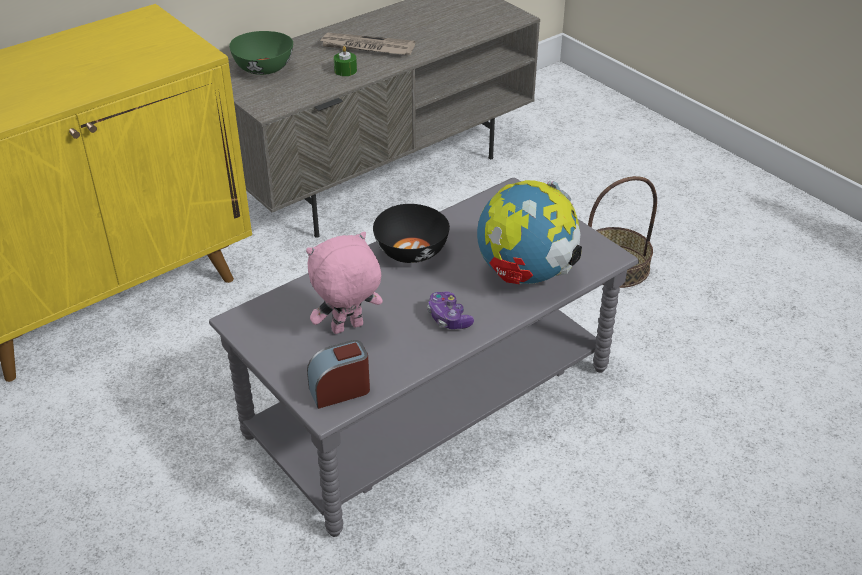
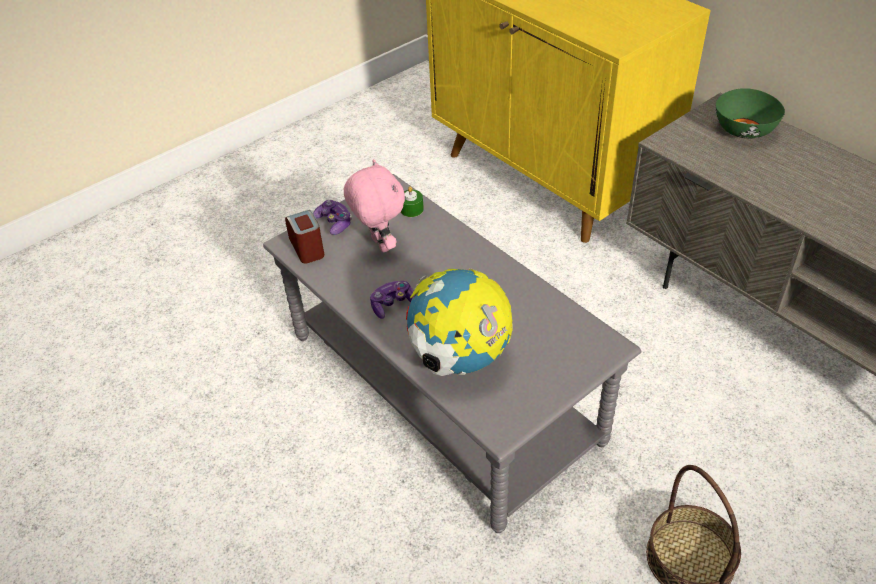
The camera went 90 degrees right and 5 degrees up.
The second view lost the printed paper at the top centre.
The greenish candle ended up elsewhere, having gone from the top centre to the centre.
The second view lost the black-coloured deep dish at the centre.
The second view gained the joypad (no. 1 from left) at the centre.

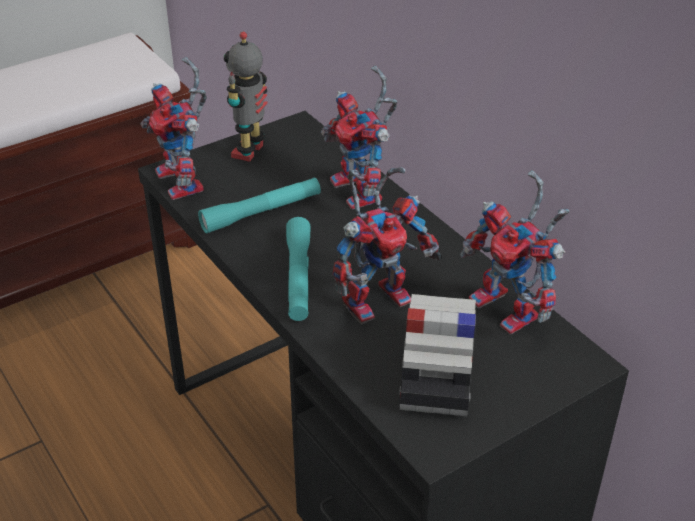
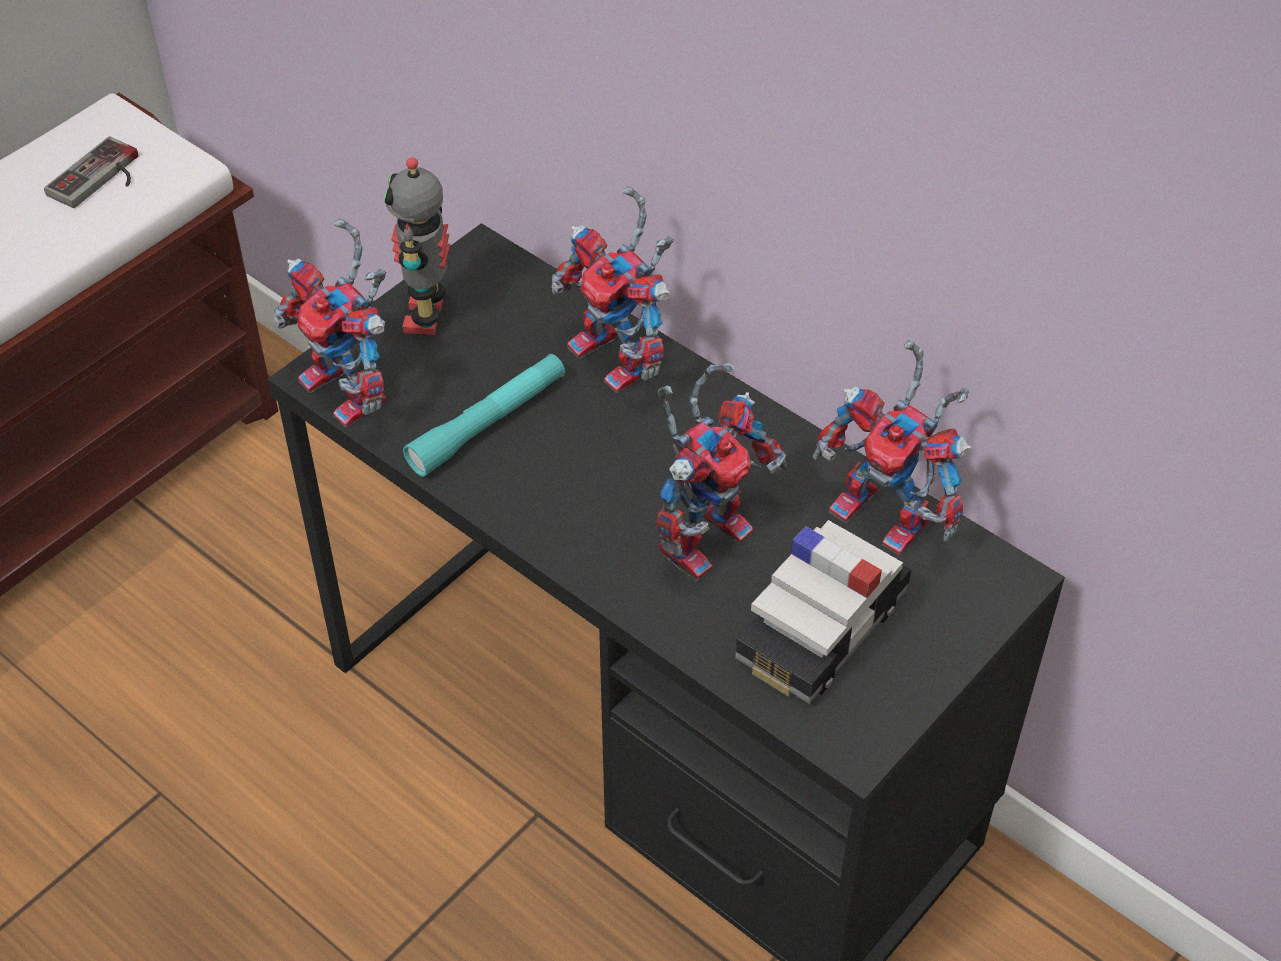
The camera went 15 degrees left and 10 degrees up.
The second view lost the blue-green flashlight (no. 2 from left) at the centre.
The miniature car at the bottom centre ended up facing another way, 135 degrees counterclockwise from before.
The second view gained the joypad at the top left.

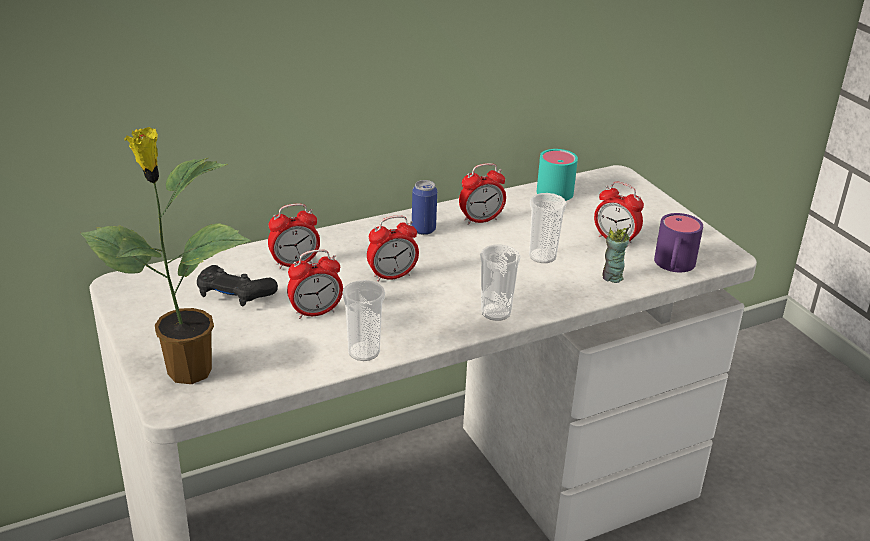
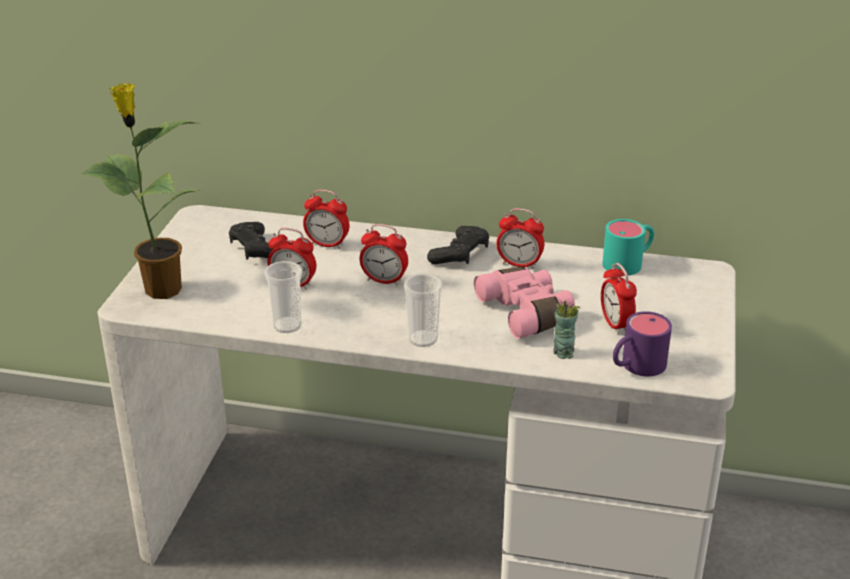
The camera went 40 degrees right and 0 degrees up.
Where the can stood at the centre, the black-coloured joypad (no. 2 from left) came to stand at the centre.
Where the small cup (no. 3 from left) stood at the centre, the pink pair of binoculars came to stand at the centre.

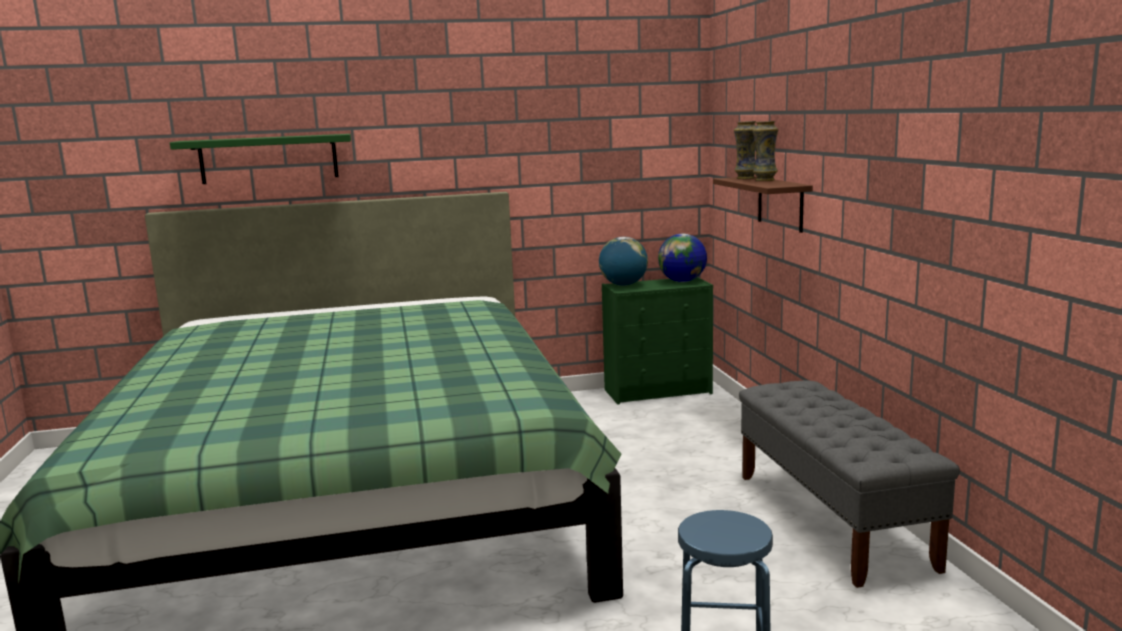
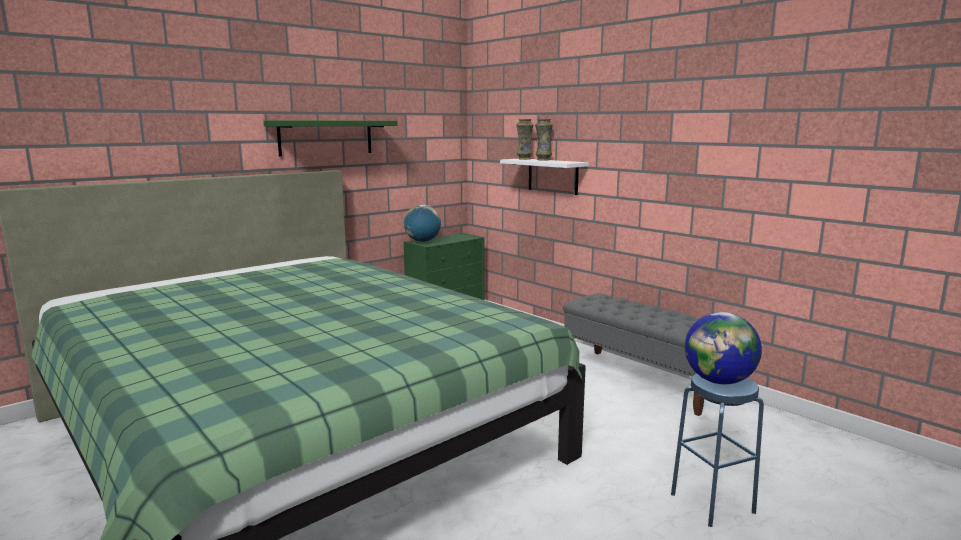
The camera went 30 degrees left and 0 degrees up.
The greenish bracket shelf ended up elsewhere, having gone from the top left to the top centre.
What was the brown bracket shelf at the top right turned into the white-coloured bracket shelf at the top centre.
The desk globe (no. 2 from left) ended up elsewhere, having gone from the centre to the middle right.

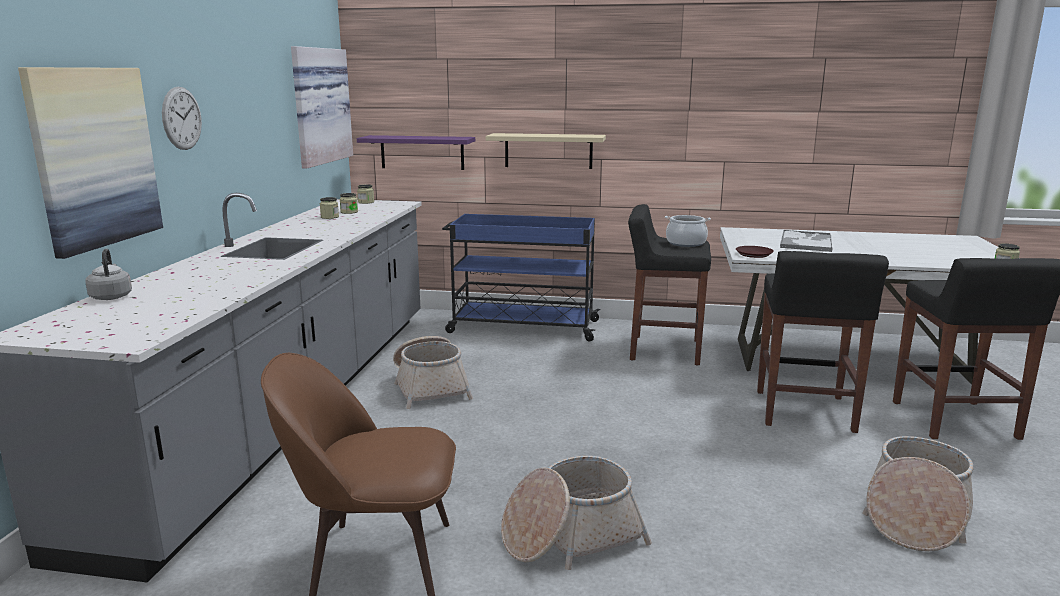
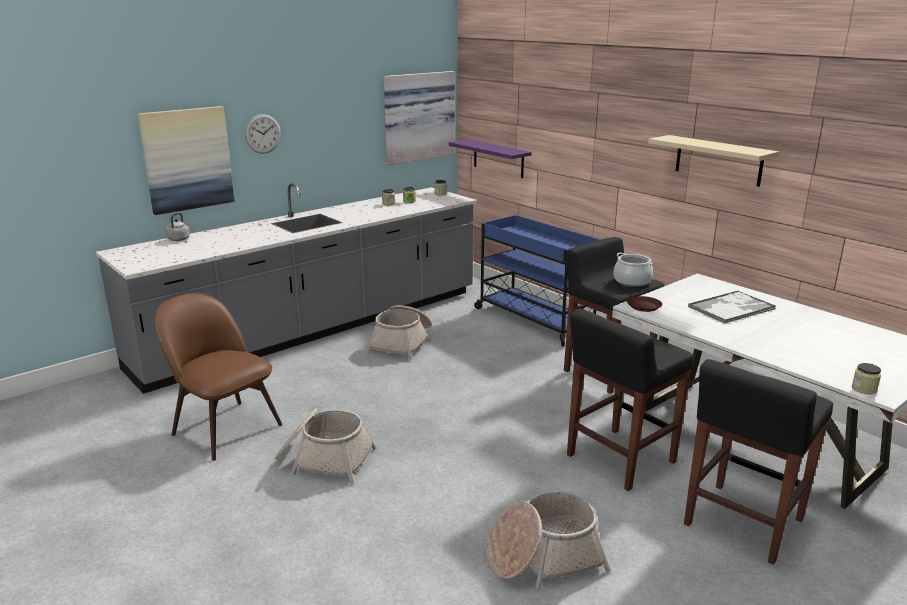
The camera went 40 degrees right and 5 degrees up.
The sand-coloured bracket shelf ended up elsewhere, having gone from the top centre to the top right.

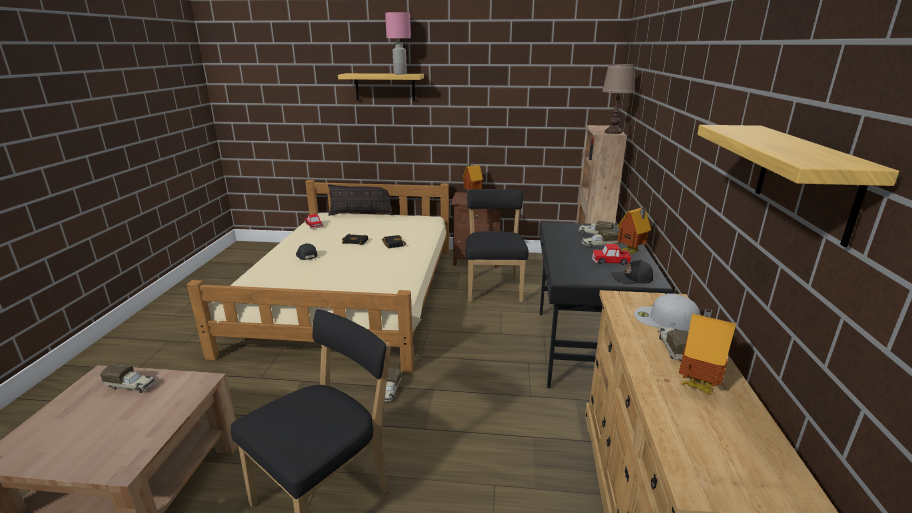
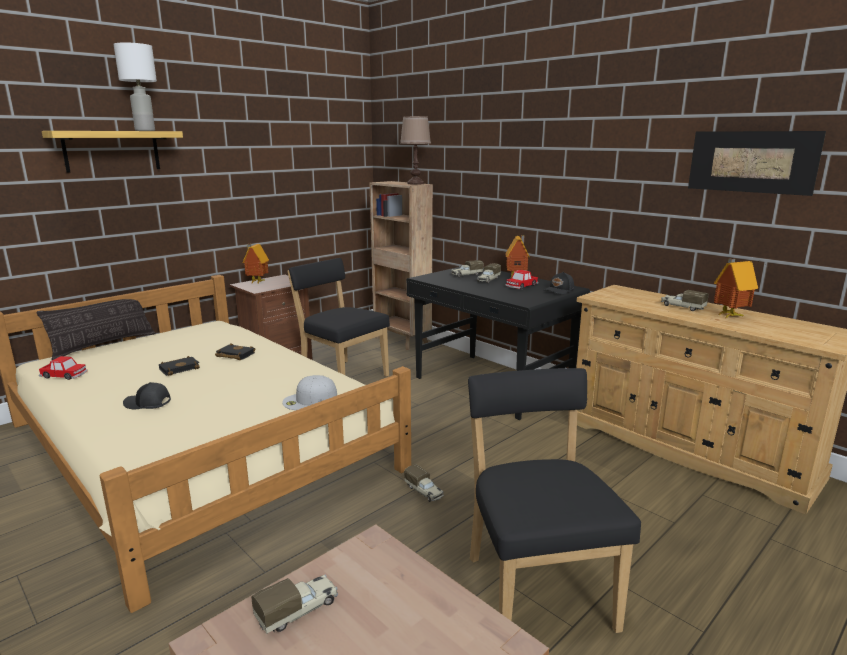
The camera went 50 degrees left and 5 degrees down.
What was the pink lamp for a table at the top centre turned into the white-coloured lamp for a table at the top left.
Where the bracket shelf (no. 2 from left) hung at the middle right, the wall picture came to hang at the top right.
The white-coloured baseball cap ended up elsewhere, having gone from the middle right to the centre.

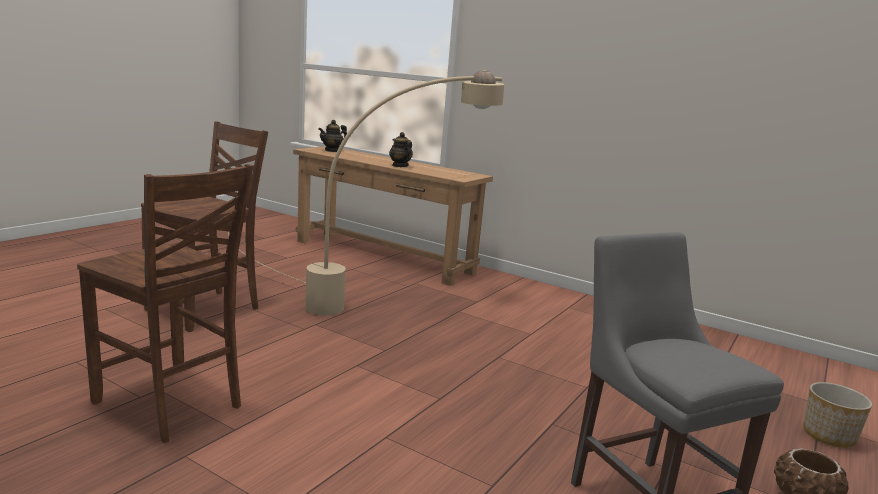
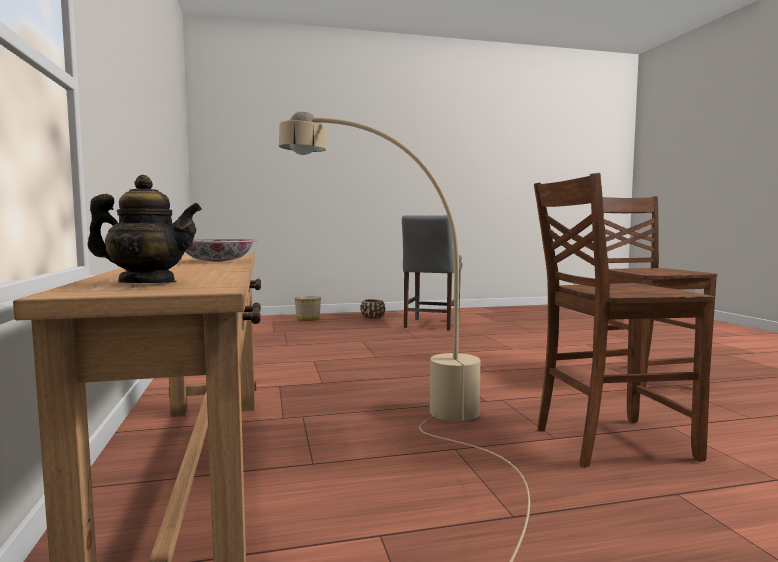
The camera went 135 degrees left and 10 degrees down.
Where the teapot (no. 2 from left) stood at the top centre, the deep dish came to stand at the middle left.

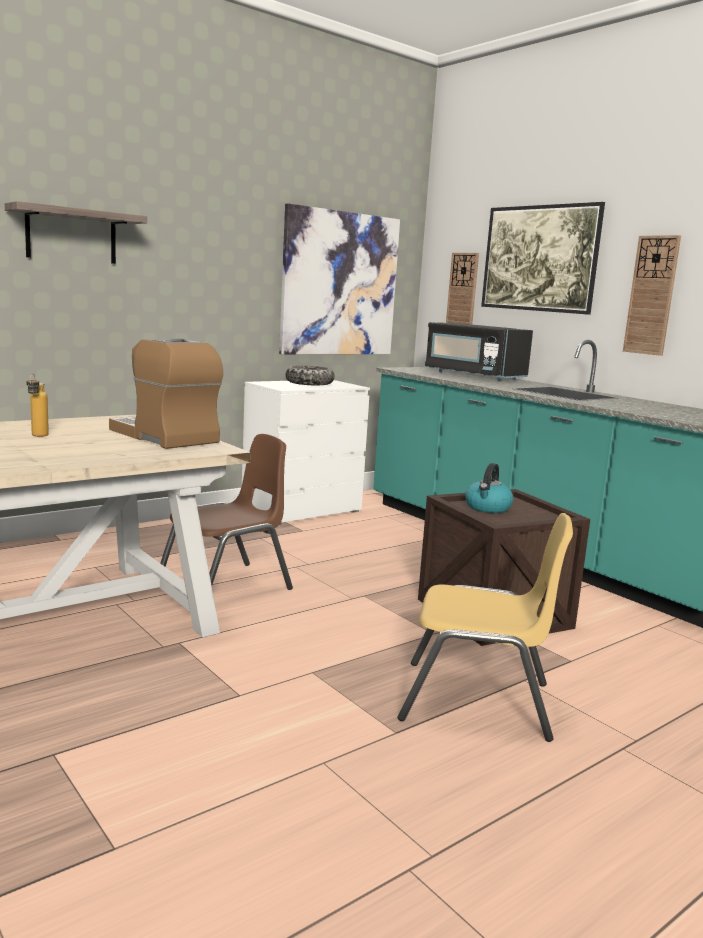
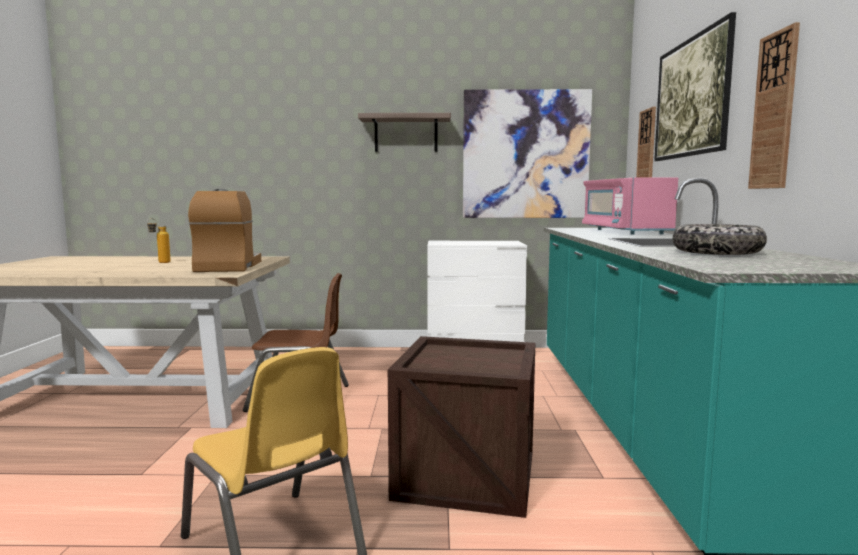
The camera went 40 degrees right and 5 degrees down.
The bracket shelf ended up elsewhere, having gone from the top left to the top centre.
What was the black-coloured kitchen microwave at the middle right turned into the pink kitchen microwave at the middle right.
The deep dish ended up elsewhere, having gone from the centre to the middle right.
The second view lost the water kettle at the middle right.

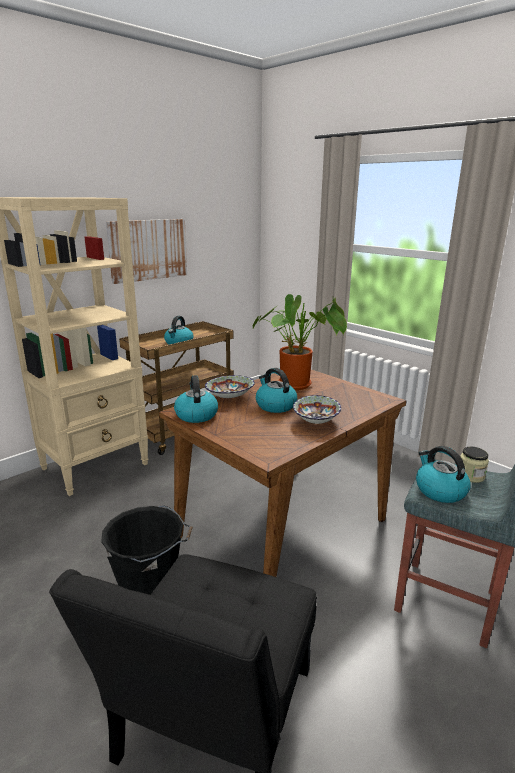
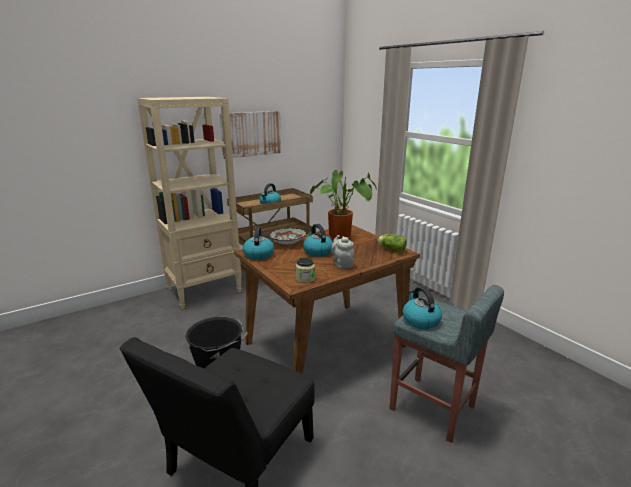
The camera went 10 degrees right and 0 degrees up.
Where the deep dish (no. 2 from left) stood at the centre, the greyish teapot came to stand at the centre.
The storage jar ended up elsewhere, having gone from the middle right to the centre.
The second view gained the lettuce head at the centre.

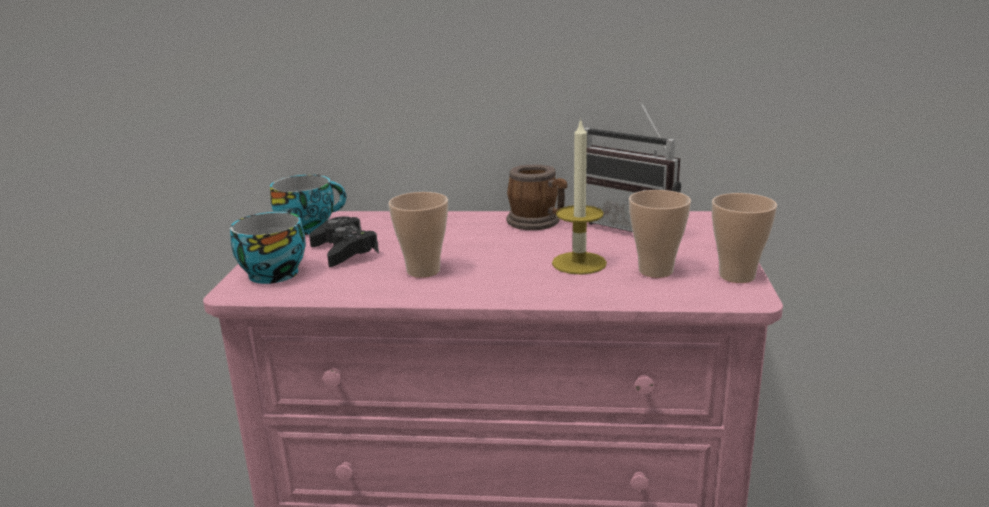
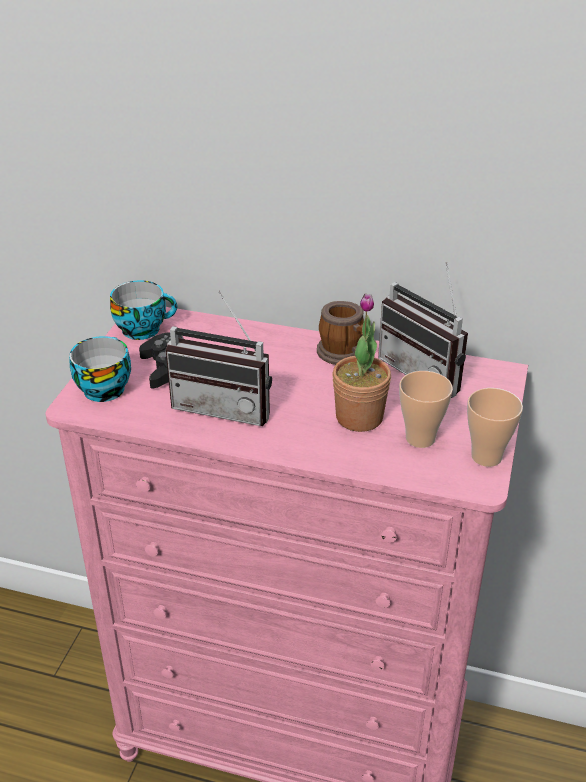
The camera went 10 degrees right and 15 degrees up.
Where the candle stood at the centre, the houseplant came to stand at the centre.
Where the small cup (no. 3 from left) stood at the centre, the radio set (no. 1 from left) came to stand at the centre.

